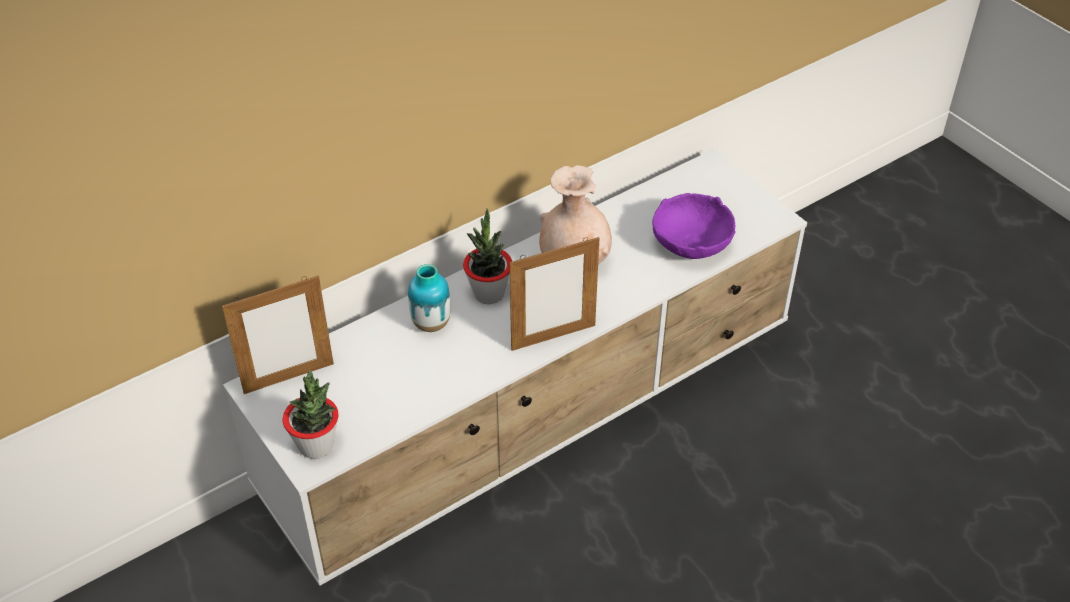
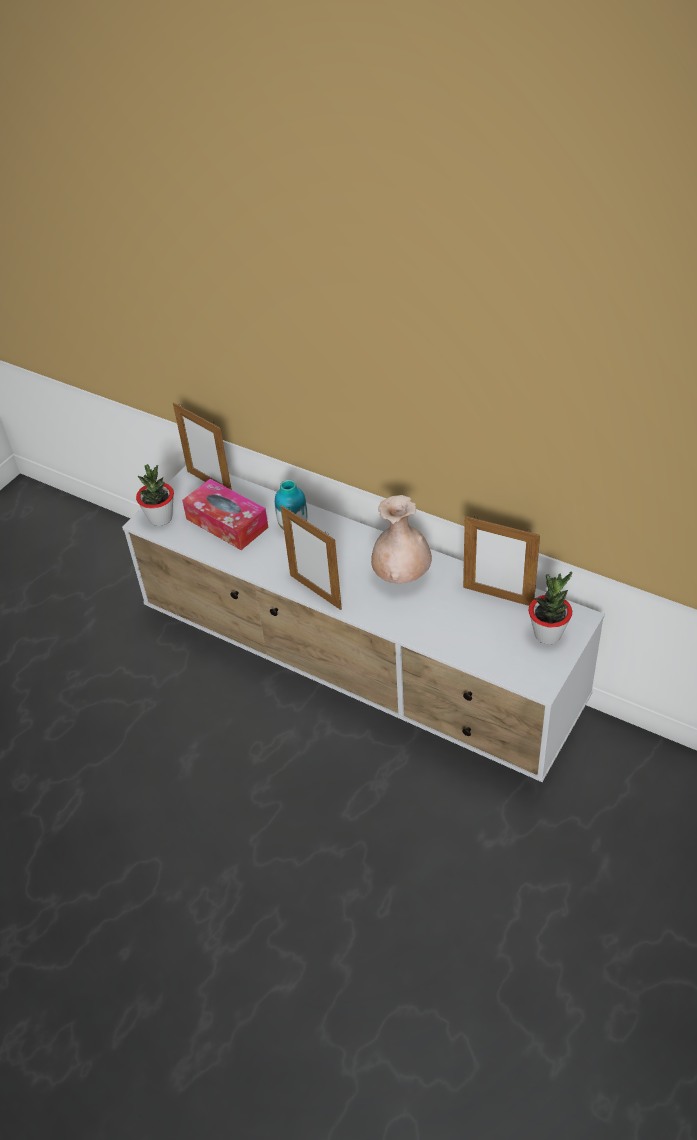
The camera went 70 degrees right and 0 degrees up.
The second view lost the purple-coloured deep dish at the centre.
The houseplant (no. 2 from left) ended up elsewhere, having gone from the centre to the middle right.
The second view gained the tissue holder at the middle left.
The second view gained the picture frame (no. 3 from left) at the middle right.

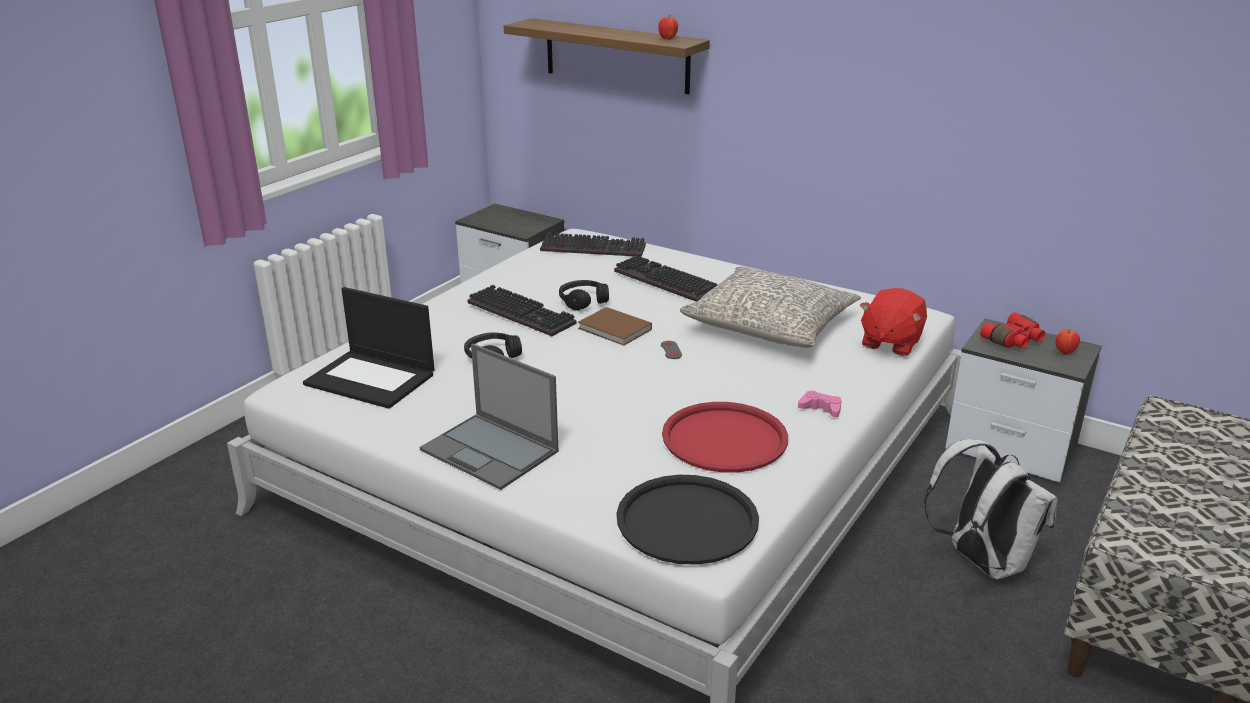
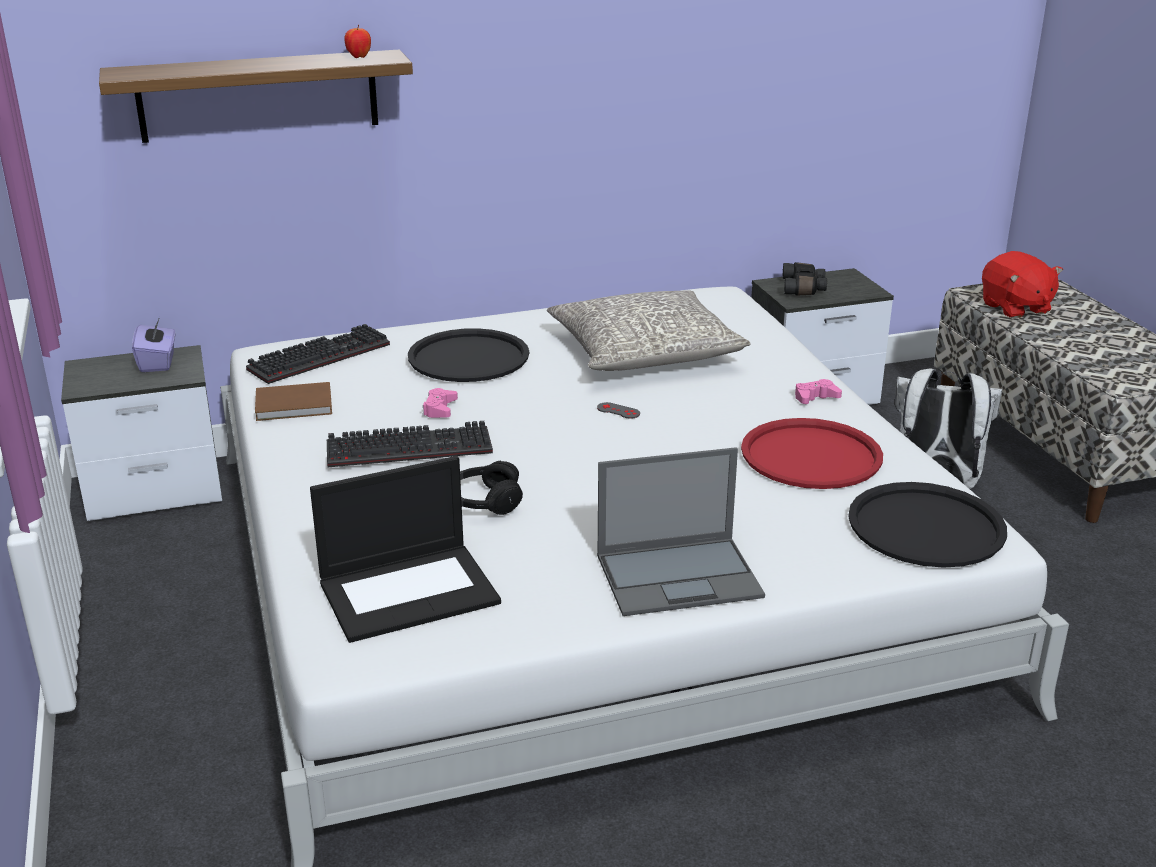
The camera went 50 degrees left and 0 degrees up.
Where the PC keyboard (no. 3 from left) stood at the centre, the black-coloured carrying tray (no. 1 from left) came to stand at the centre.
Where the black-coloured pair of headphones (no. 2 from left) stood at the centre, the pink joypad (no. 1 from left) came to stand at the centre.
The red plush toy ended up elsewhere, having gone from the middle right to the top right.
The brown volume ended up elsewhere, having gone from the centre to the middle left.
What was the red pair of binoculars at the middle right turned into the black-coloured pair of binoculars at the top right.
The second view lost the apple fruit (no. 2 from left) at the middle right.
The second view gained the purple-coloured tissue holder at the middle left.

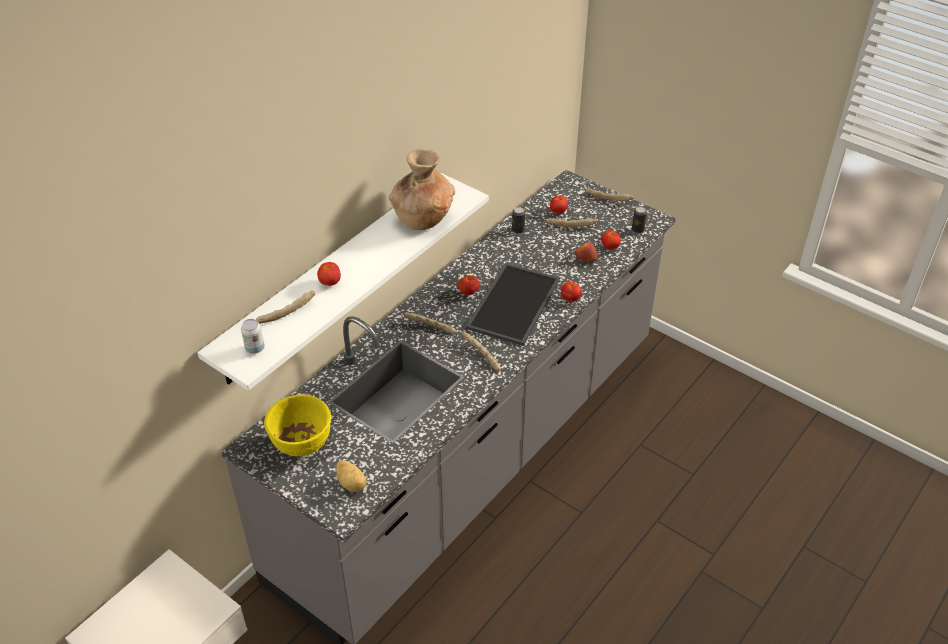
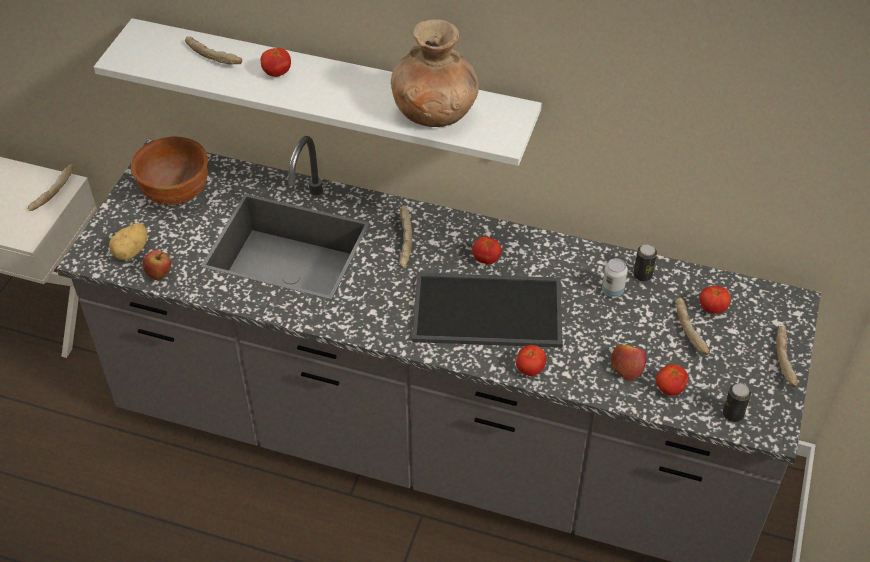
The camera went 70 degrees right and 5 degrees up.
The can (no. 1 from left) ended up elsewhere, having gone from the middle left to the middle right.
The bread (no. 3 from left in the first image) ended up elsewhere, having gone from the centre to the middle left.
What was the yellowish deep dish at the middle left turned into the brown deep dish at the top left.
The second view gained the apple fruit (no. 1 from left) at the middle left.

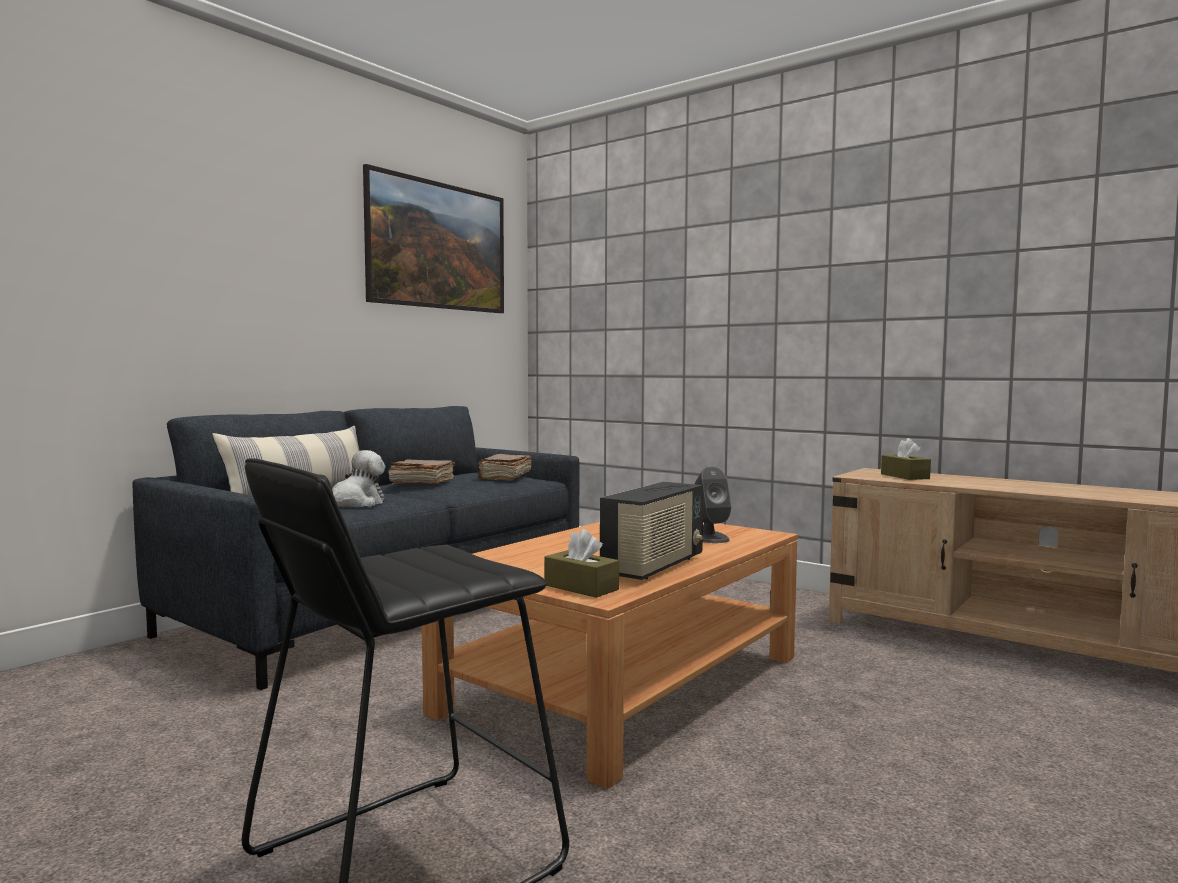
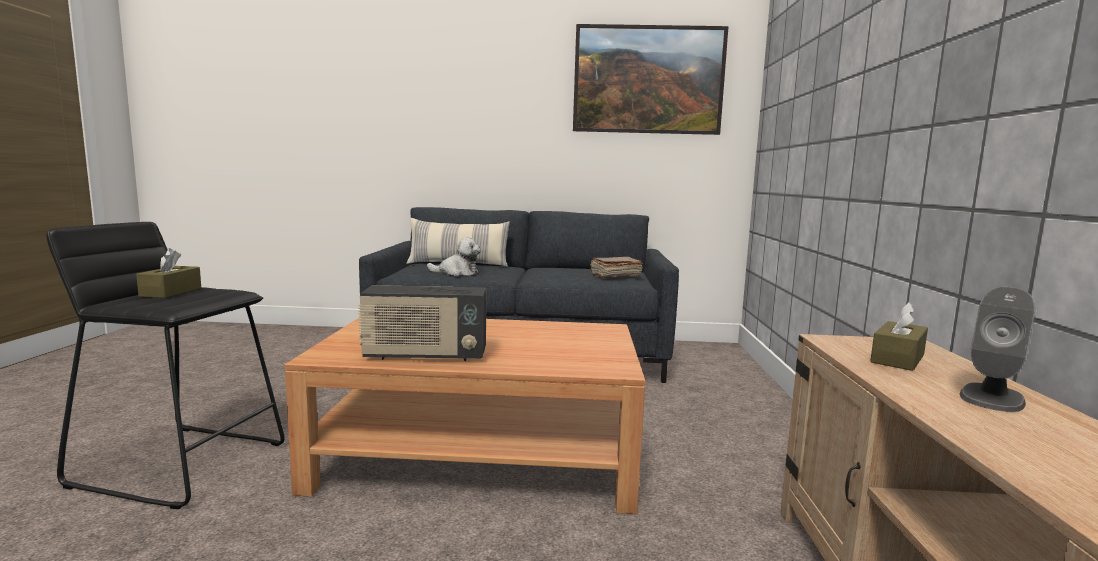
The camera went 55 degrees right and 5 degrees up.
The second view lost the brown volume (no. 1 from left) at the centre.
The greyish loudspeaker ended up elsewhere, having gone from the centre to the middle right.
The brown tissue holder (no. 1 from left) ended up elsewhere, having gone from the centre to the middle left.

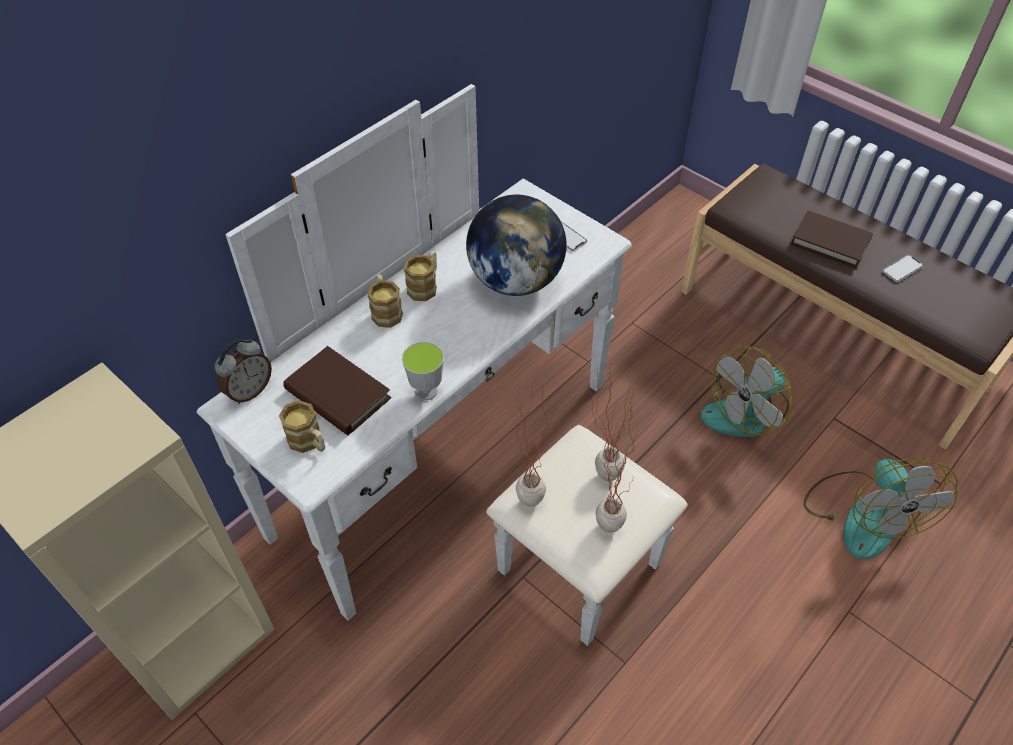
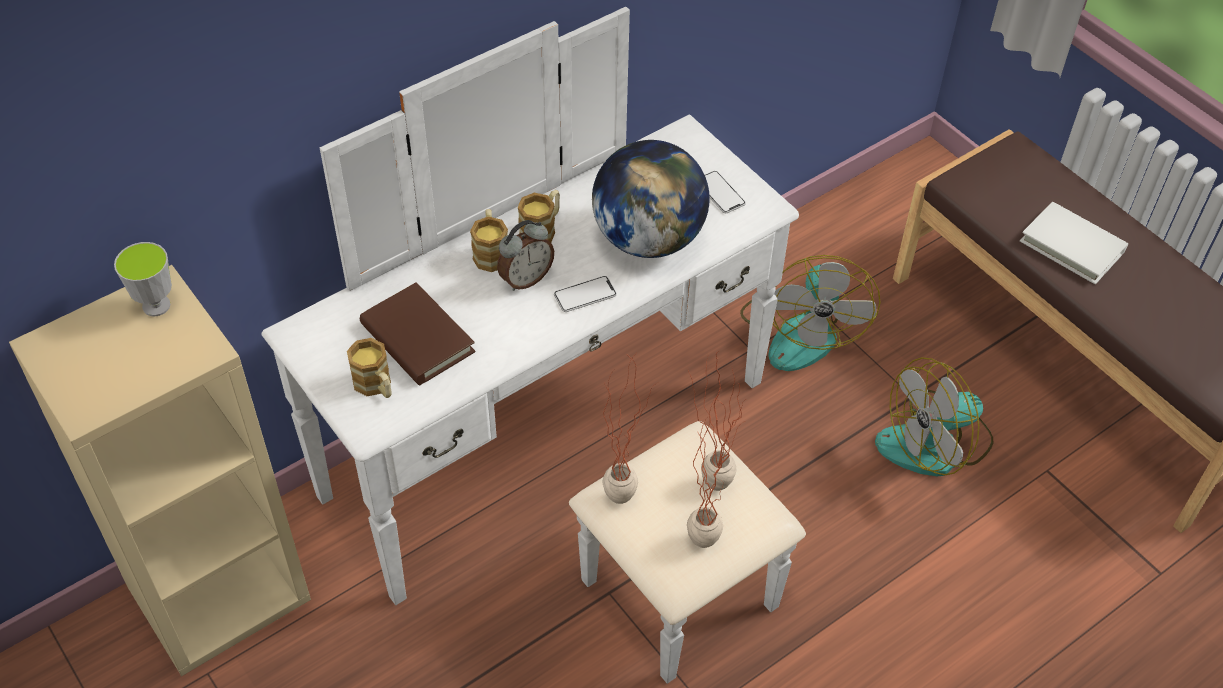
The camera went 10 degrees right and 0 degrees up.
What was the brown volume (no. 2 from left) at the top right turned into the white-coloured volume at the middle right.
The telephone (no. 2 from left in the first image) ended up elsewhere, having gone from the middle right to the centre.
The table clock ended up elsewhere, having gone from the middle left to the centre.
The small cup ended up elsewhere, having gone from the centre to the middle left.
The fan (no. 2 from left in the first image) ended up elsewhere, having gone from the bottom right to the centre.

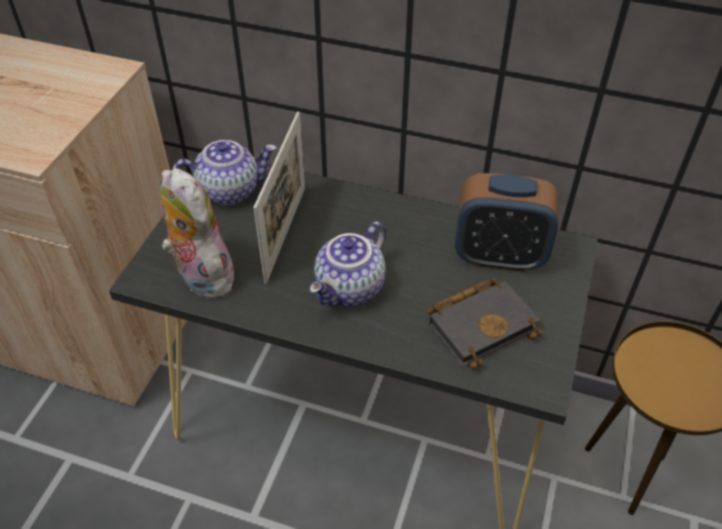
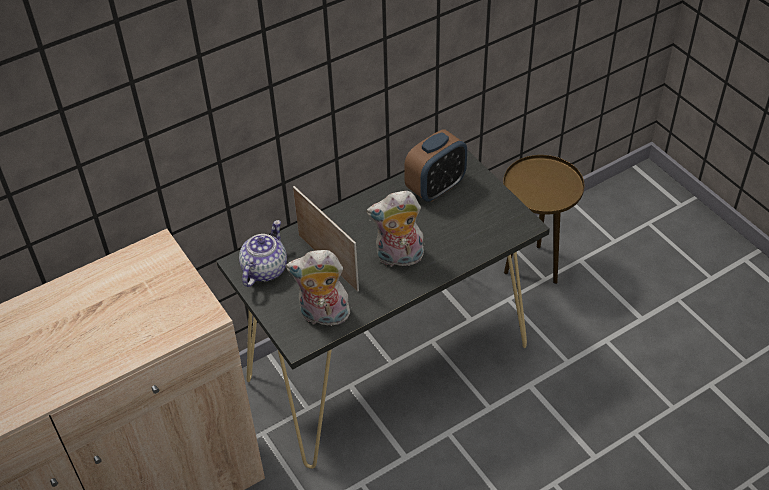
The camera went 50 degrees left and 0 degrees up.
Where the teapot (no. 2 from left) stood at the centre, the plush toy (no. 2 from left) came to stand at the centre.
The second view lost the black-coloured volume at the middle right.

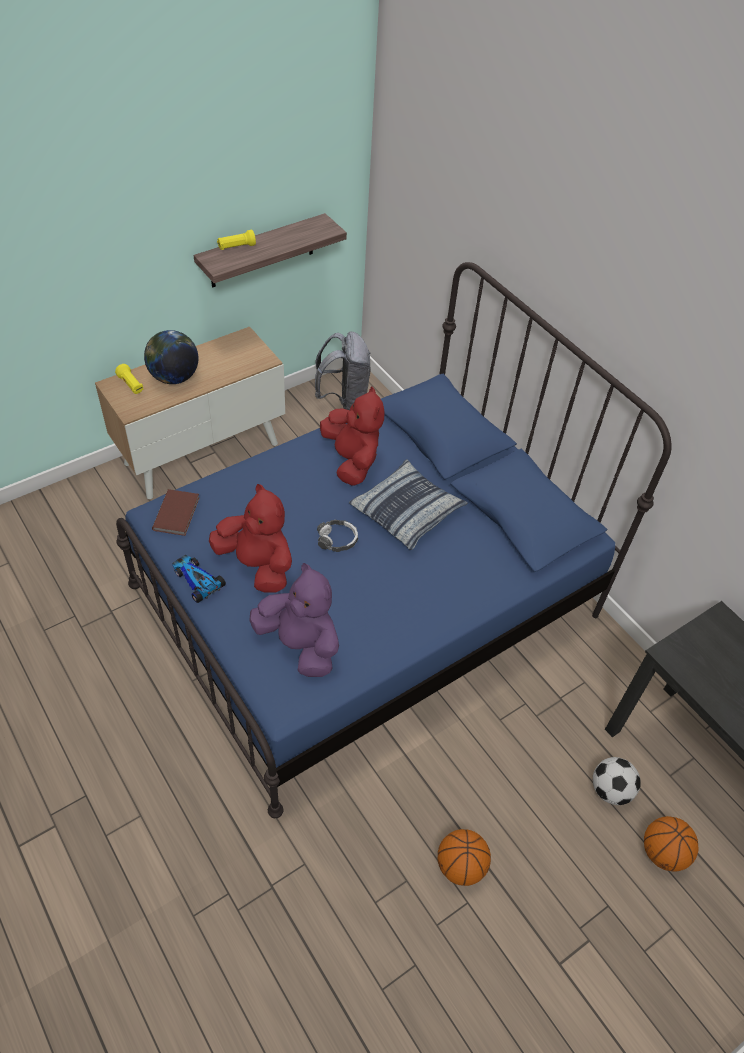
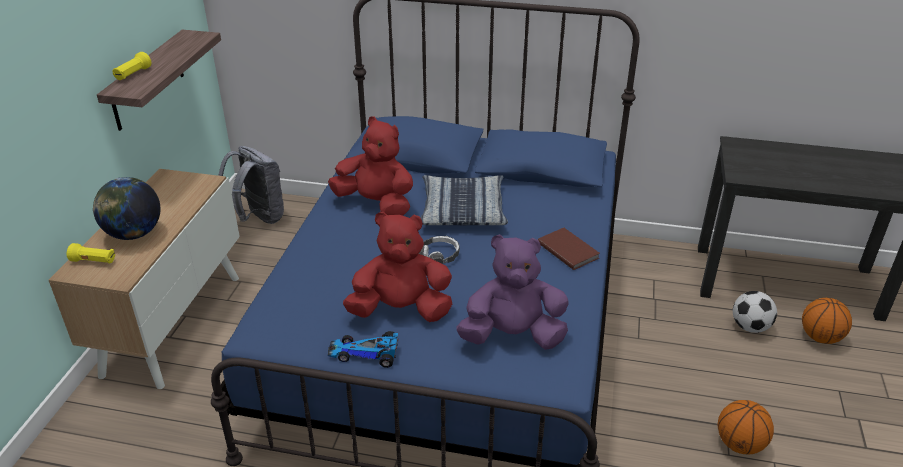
The camera went 40 degrees left and 15 degrees down.
The brown volume ended up elsewhere, having gone from the middle left to the centre.

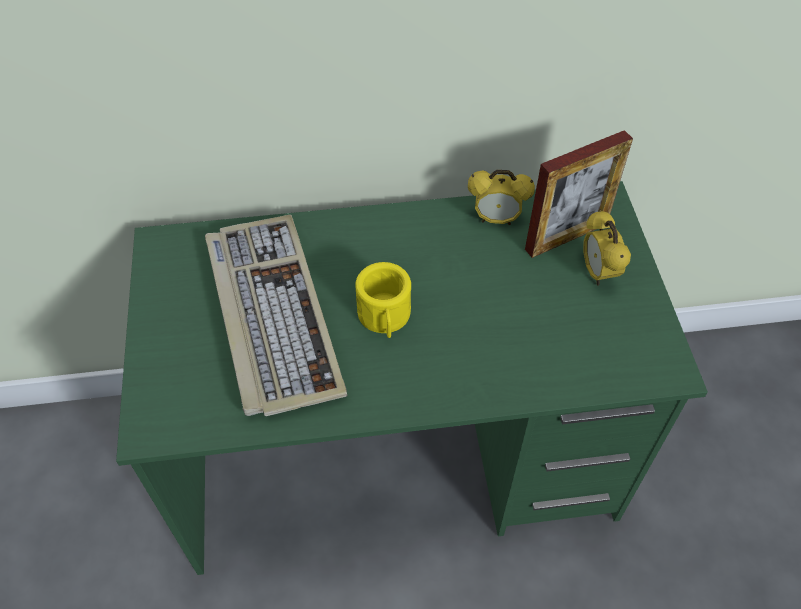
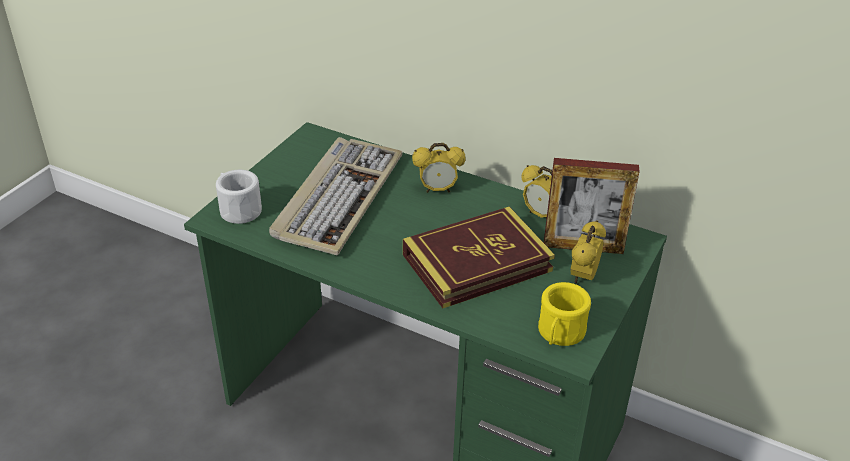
The camera went 35 degrees right and 15 degrees down.
The yellowish mug ended up elsewhere, having gone from the centre to the bottom centre.
The second view gained the table clock (no. 1 from left) at the centre.
The second view gained the white-coloured mug at the middle left.
The second view gained the volume at the centre.

